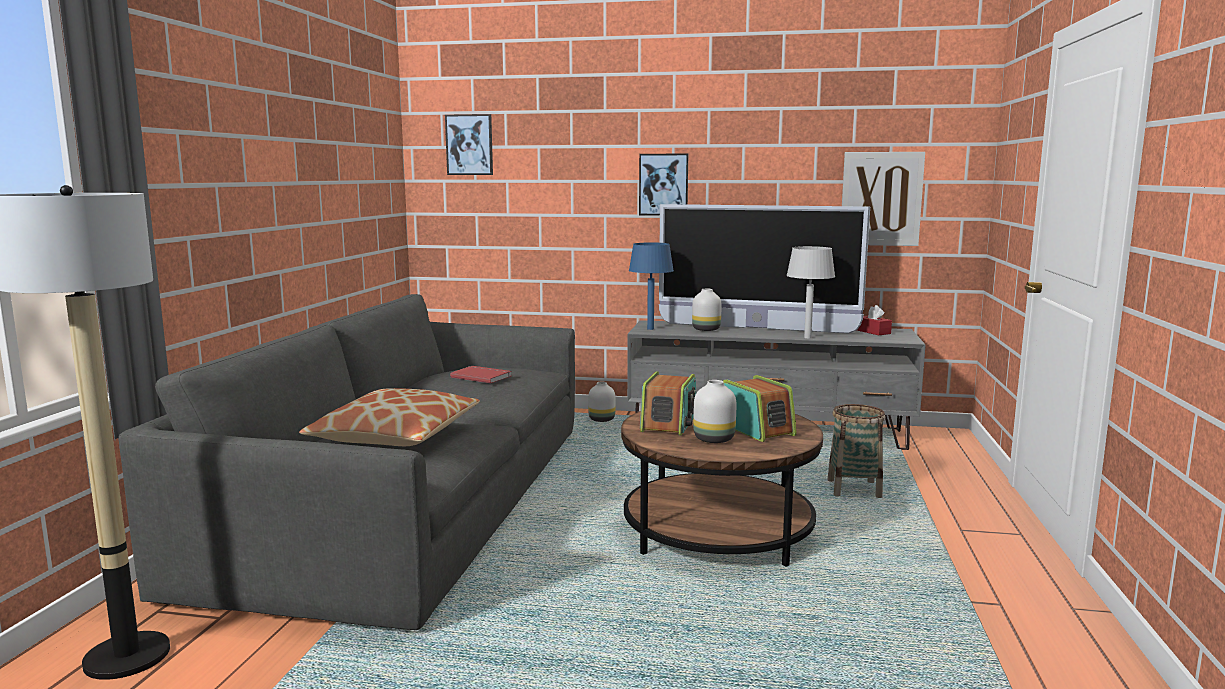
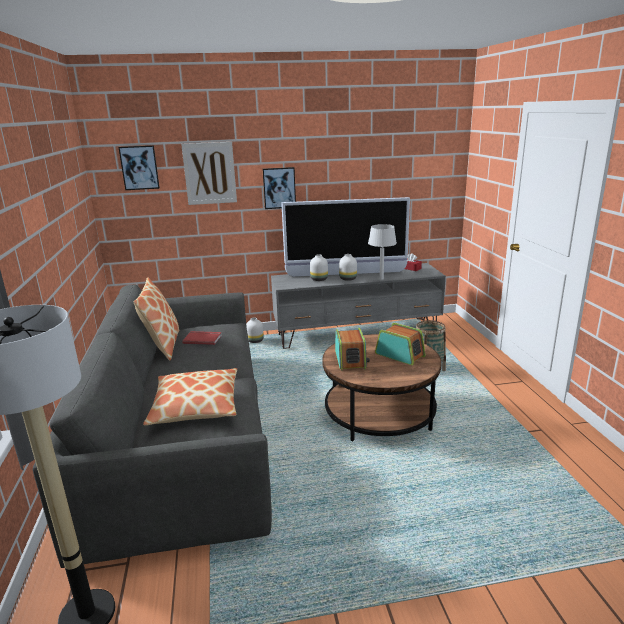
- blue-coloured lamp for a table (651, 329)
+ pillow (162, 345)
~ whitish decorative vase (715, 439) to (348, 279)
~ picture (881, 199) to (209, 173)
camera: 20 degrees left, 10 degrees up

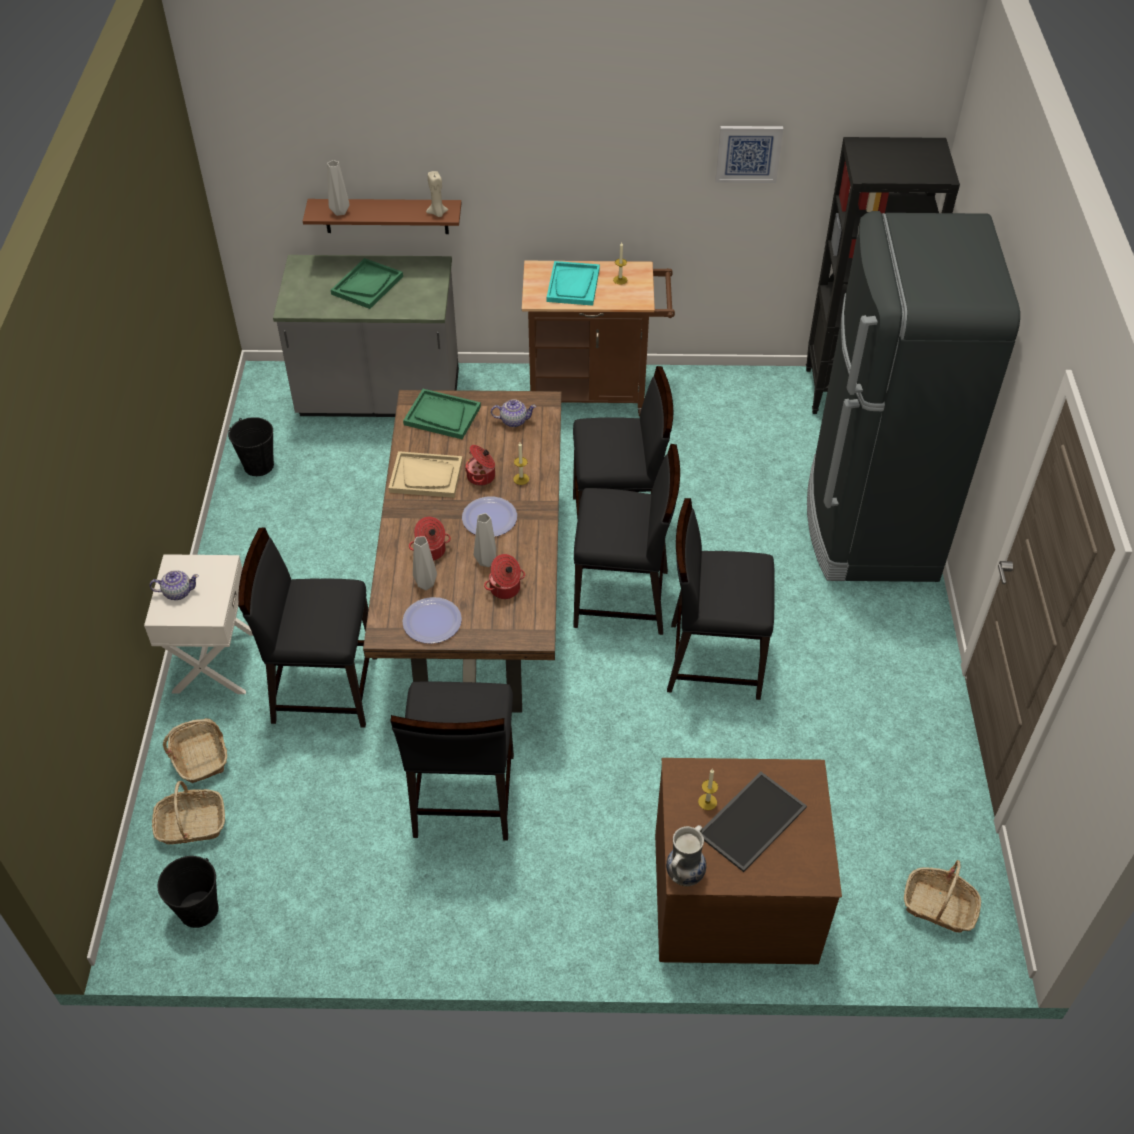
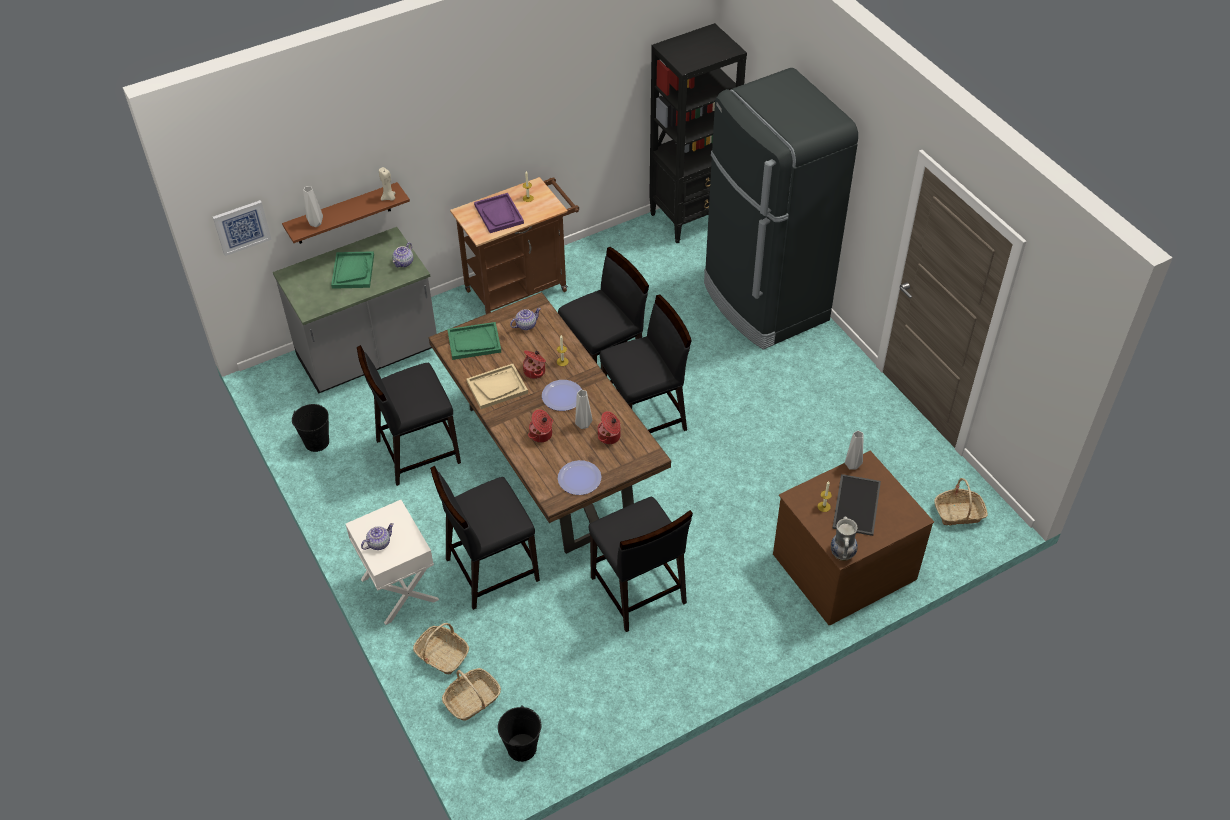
+ tea pot (404, 262)
~ gray decorative vase (424, 584) to (851, 465)
~ black upright chair (713, 660) to (417, 451)
~ picture (748, 153) to (241, 227)
~ turquoise-coloured serving tray (573, 285) to purplish serving tray (499, 214)
camera: 30 degrees left, 0 degrees up

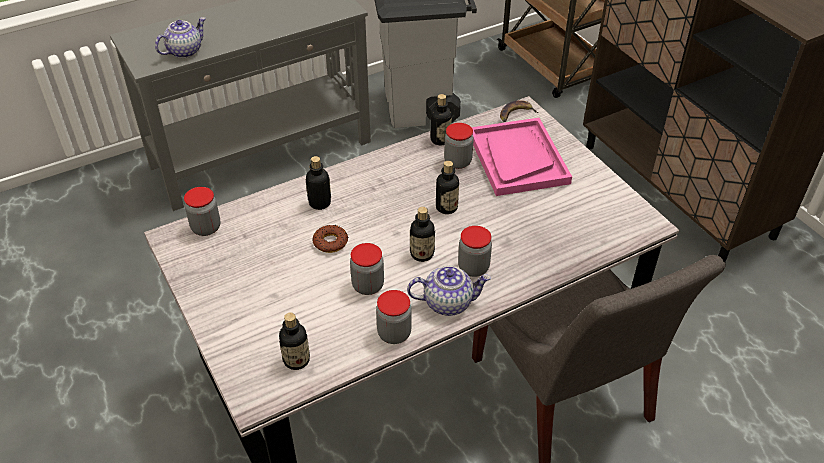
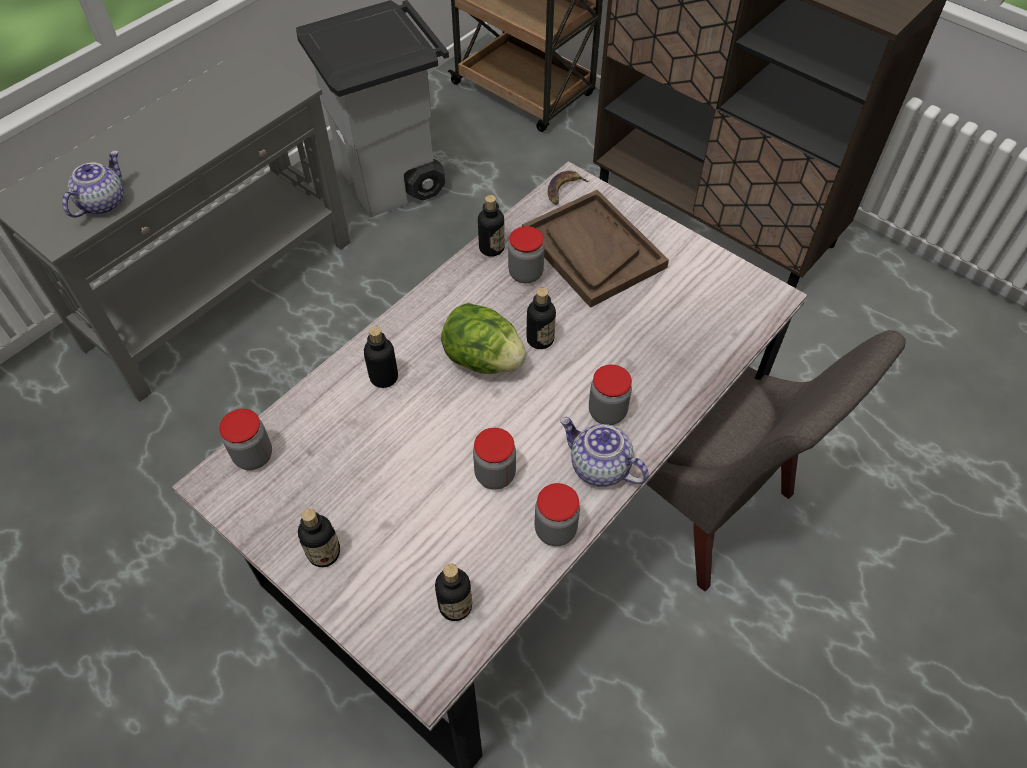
- doughnut (330, 242)
+ lettuce head (483, 359)
~ drink bottle (422, 254) to (324, 553)
~ pink serving tray (517, 158) to brown-coloured serving tray (592, 250)
~ tea pot (448, 302) = (599, 467) 120 degrees counterclockwise
camera: 20 degrees left, 10 degrees up

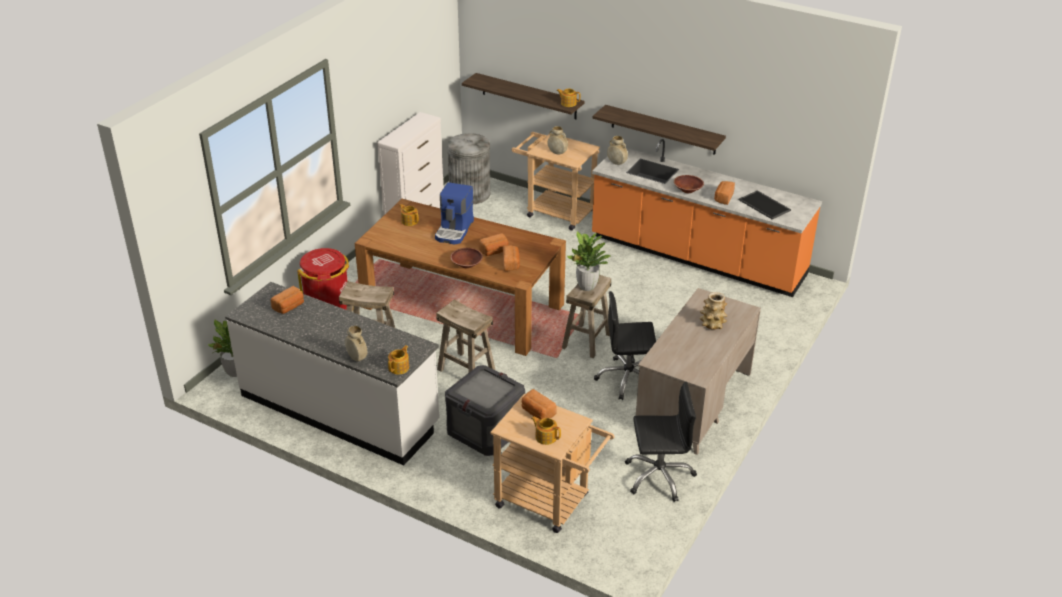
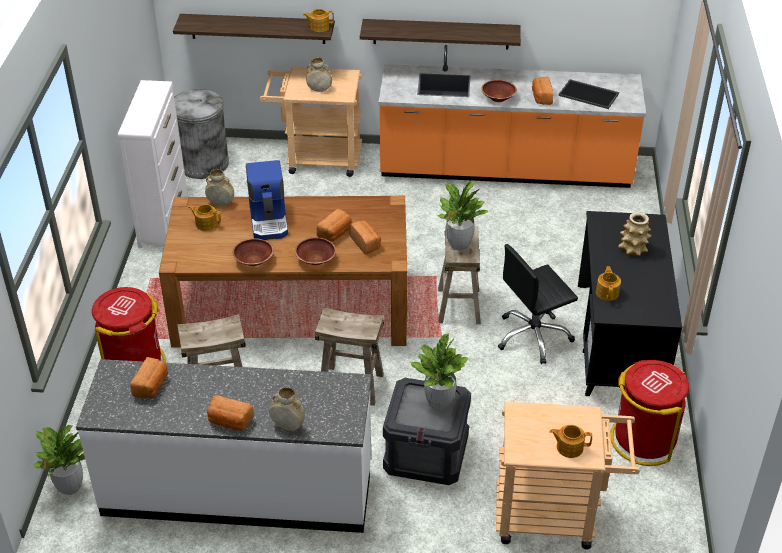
+ brown-coloured bowl (253, 261)
+ houseplant (439, 402)
~ tea pot (399, 367) to (607, 292)
~ bakery bread (537, 412) to (229, 422)
~ beige-coloured decorative vase (617, 163) to (221, 203)
~ black desk chair (659, 476) to red-coloured rubbish bin (643, 439)
~ beige-coloured desk table (694, 403) to black desk table (619, 342)
camera: 25 degrees left, 5 degrees up

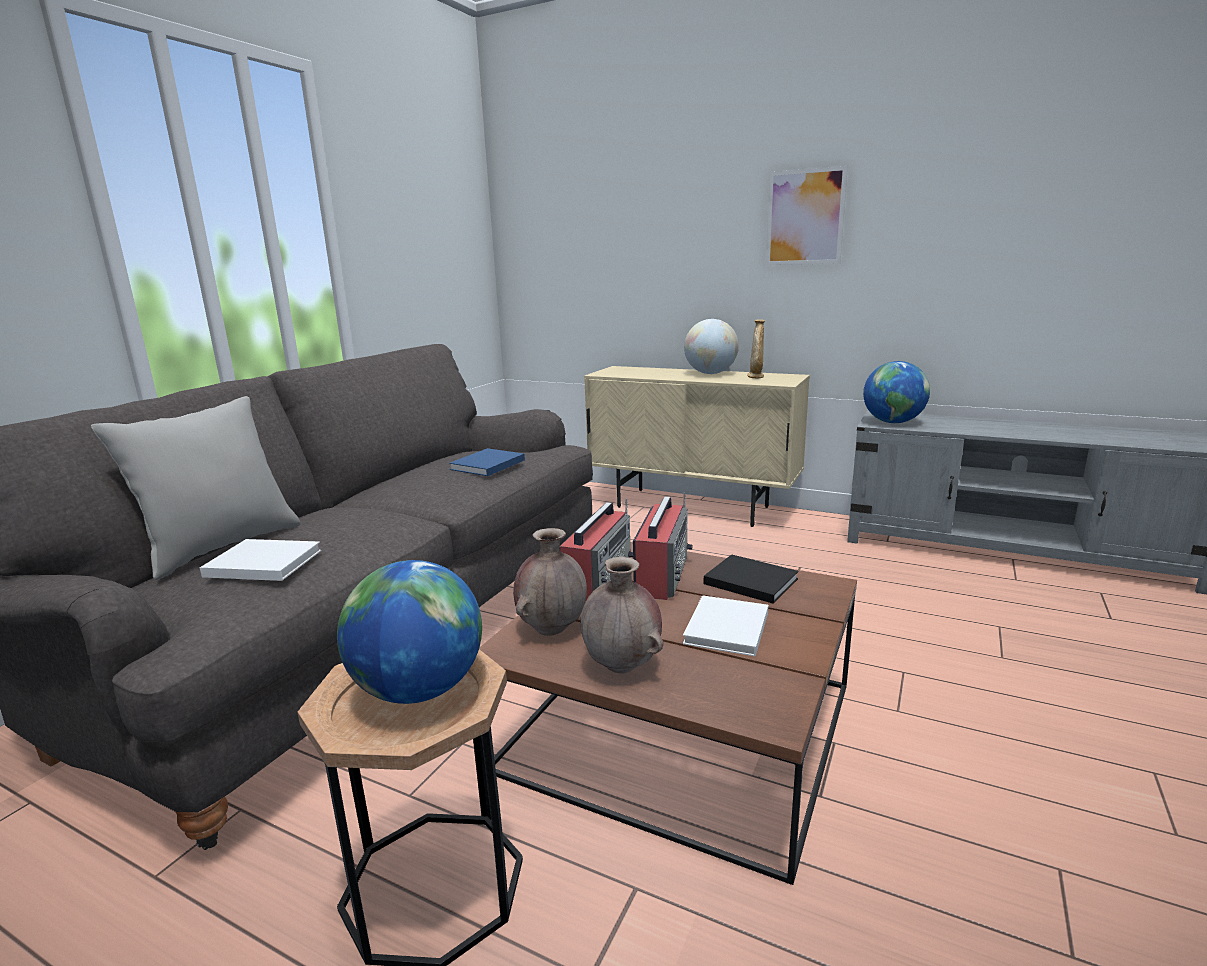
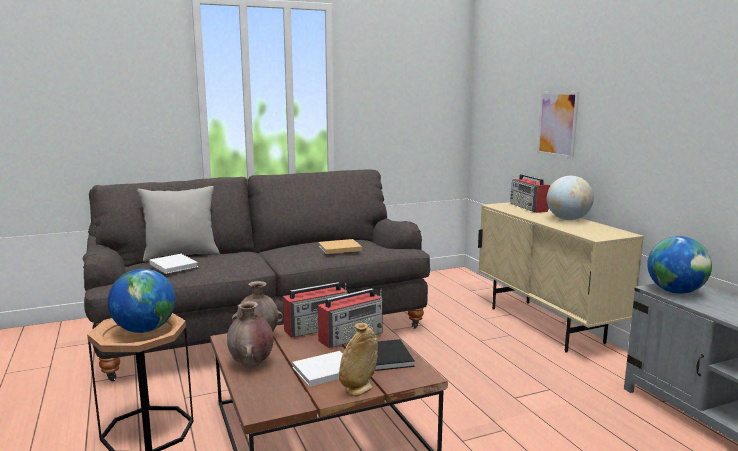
+ radio (529, 208)
~ beige-coloured decorative vase (755, 376) to (359, 390)
~ picture (805, 217) to (557, 124)
~ blue-coloured book (486, 465) to beige-coloured book (338, 248)
camera: 40 degrees right, 5 degrees down

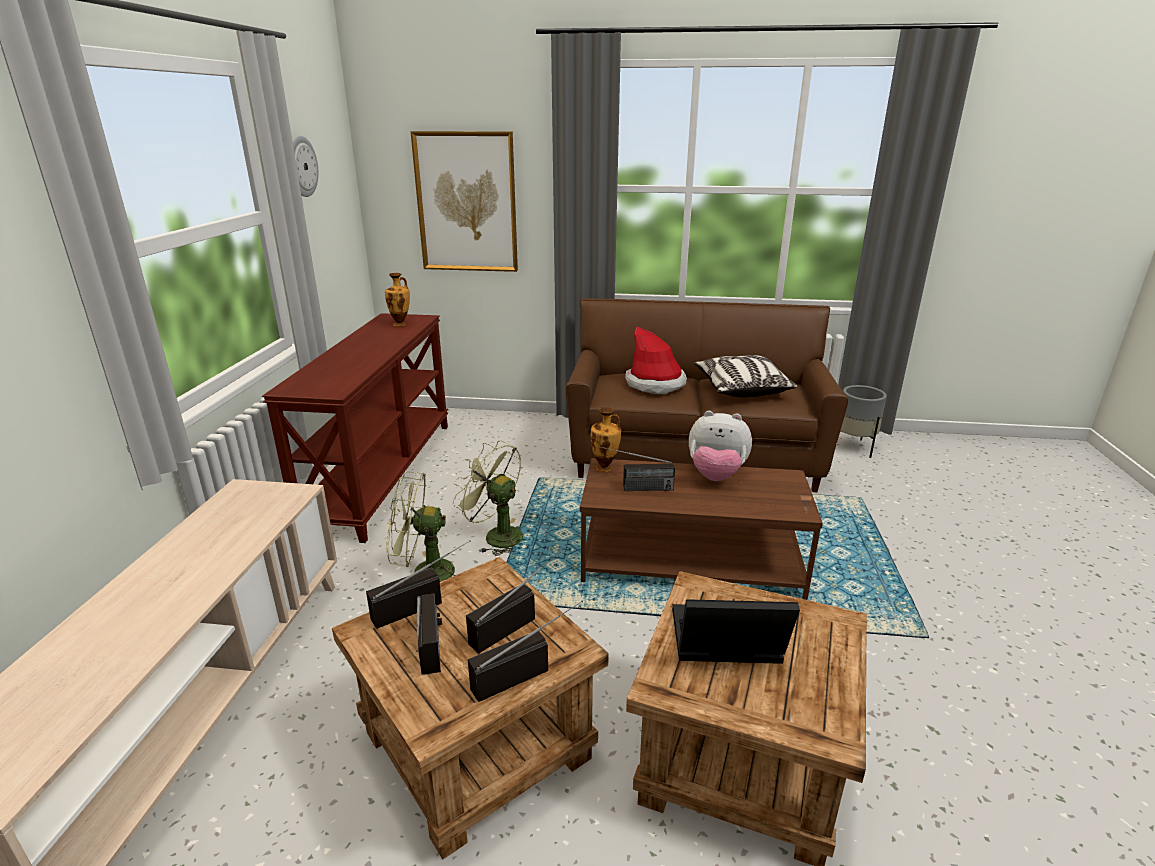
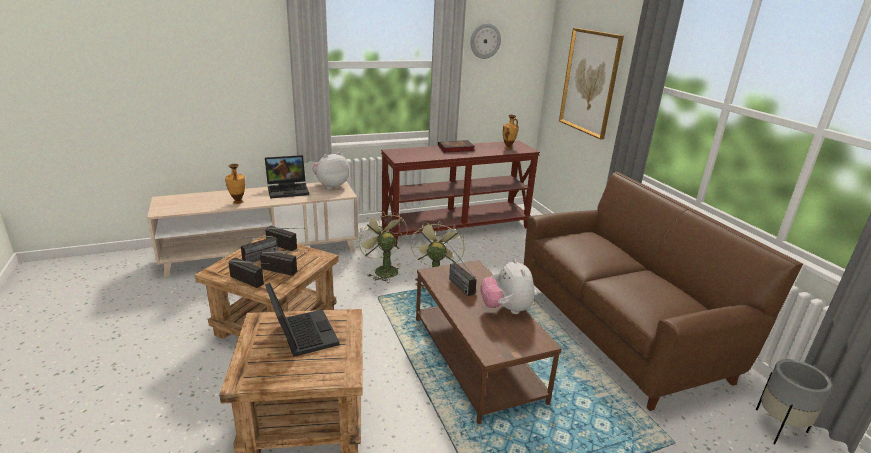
- hat (655, 384)
- pillow (741, 389)
+ notebook computer (289, 189)
+ soft toy (331, 186)
+ book (455, 149)
~ decorative vase (605, 468) to (238, 202)
camera: 60 degrees right, 0 degrees up

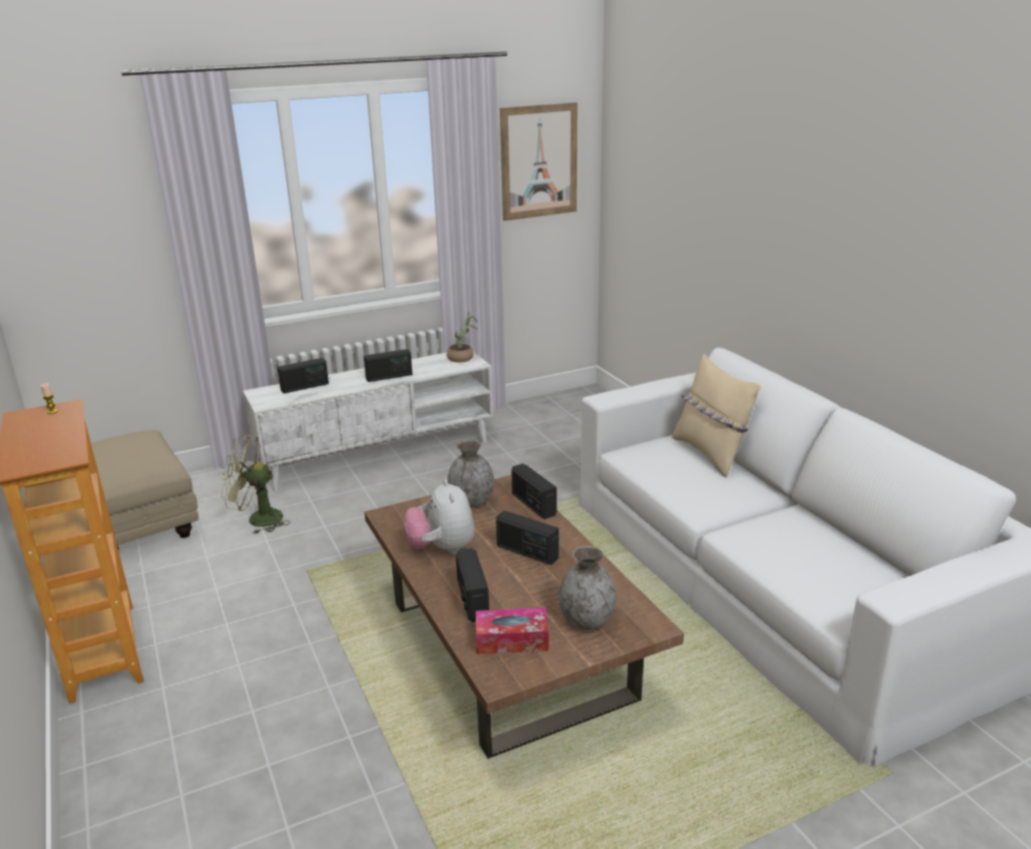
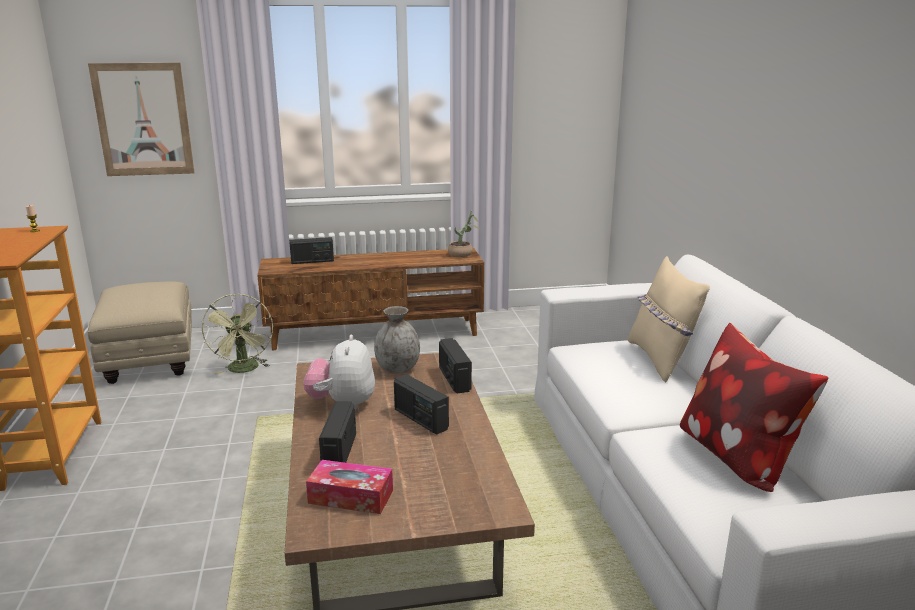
- radio (389, 377)
- gray decorative vase (586, 620)
+ pillow (737, 457)
~ picture (539, 161) to (143, 120)
~ whitish tv unit (378, 454) to brown-coloured tv unit (376, 333)
~ greenish fan (257, 519) = (244, 370) 120 degrees counterclockwise
camera: 15 degrees right, 5 degrees down

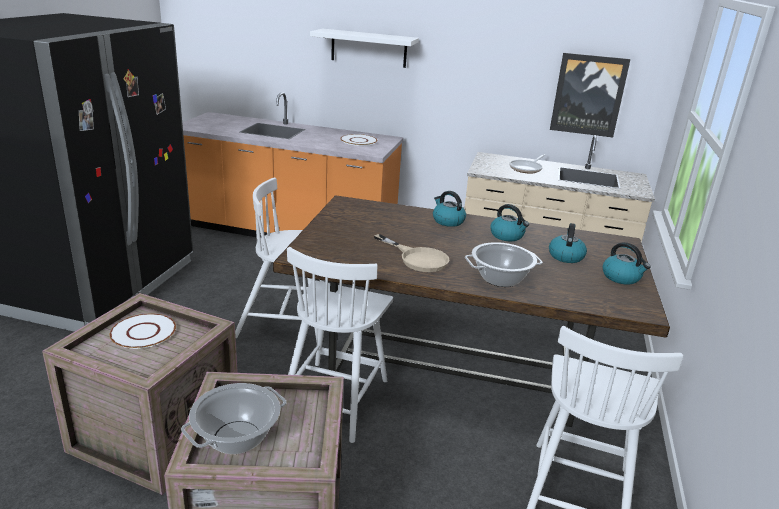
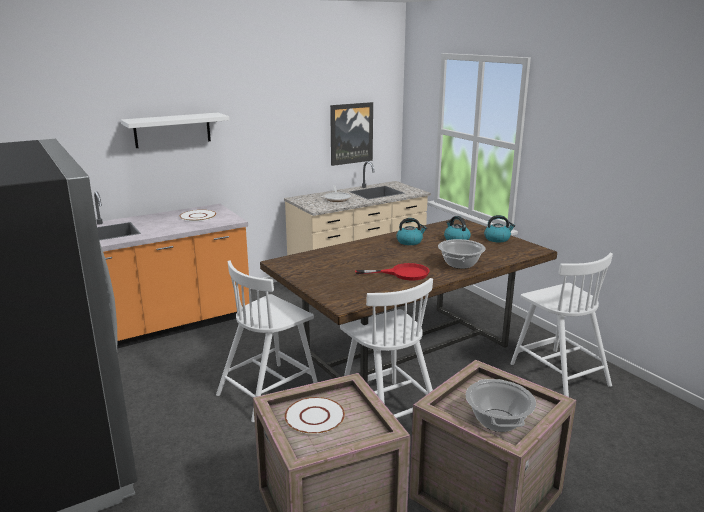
- tea kettle (447, 221)
~ beige-coloured pan (417, 258) to red-coloured pan (402, 273)
camera: 45 degrees left, 5 degrees down

